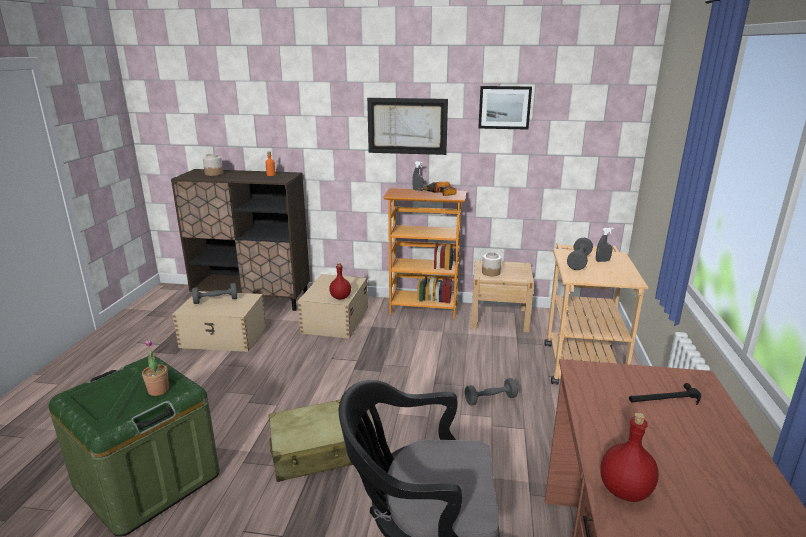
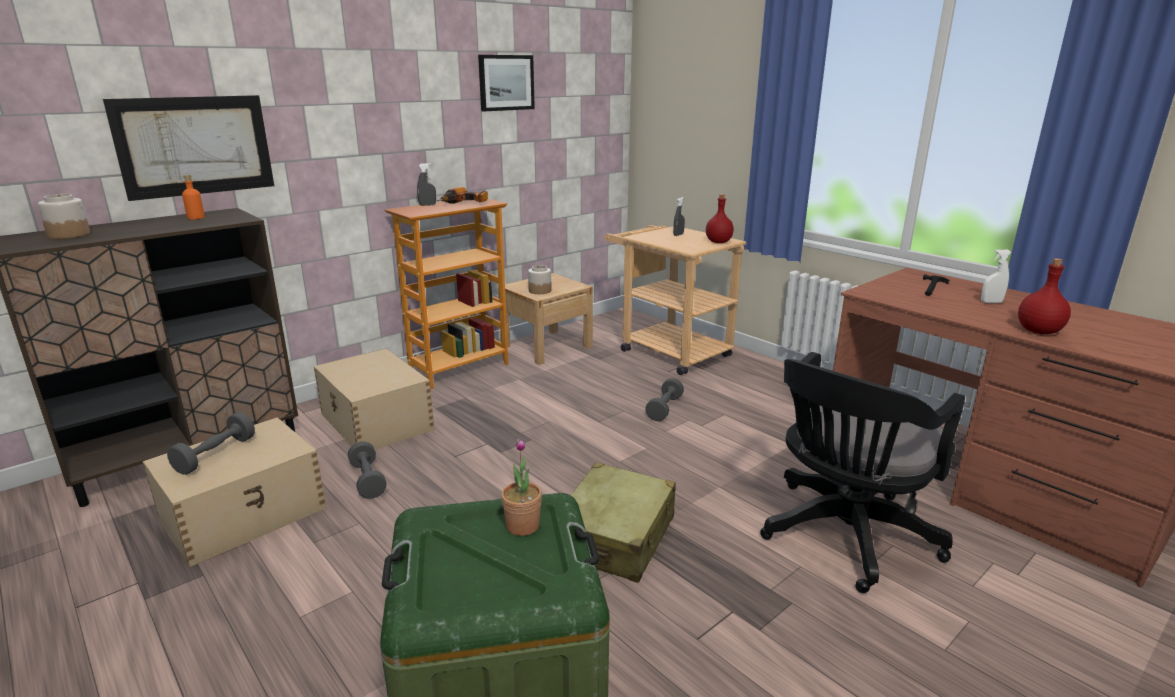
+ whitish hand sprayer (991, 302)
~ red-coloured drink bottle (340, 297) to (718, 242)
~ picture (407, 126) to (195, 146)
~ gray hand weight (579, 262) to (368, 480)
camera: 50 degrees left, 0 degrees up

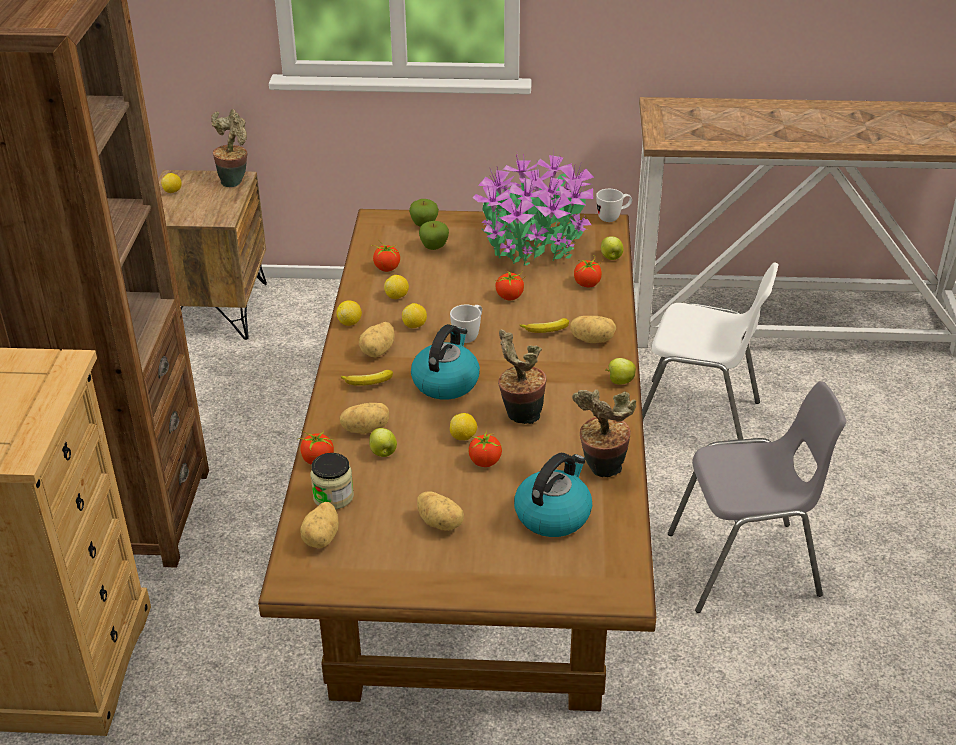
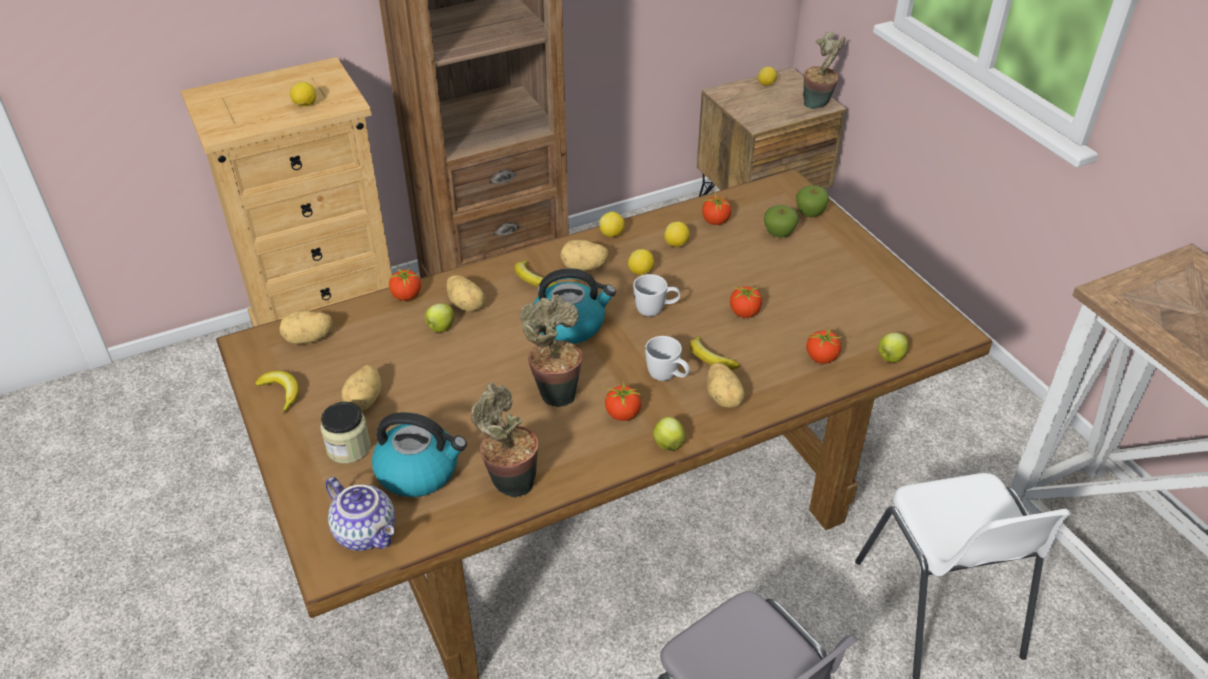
- houseplant (532, 244)
+ banana fruit (281, 393)
+ tea pot (367, 532)
~ preserve jar (333, 496) to (348, 448)
~ whole lemon (463, 437) to (305, 105)
~ whole tomato (485, 462) to (622, 414)
~ whitish tea mug (613, 218) to (667, 377)
camera: 60 degrees right, 5 degrees up

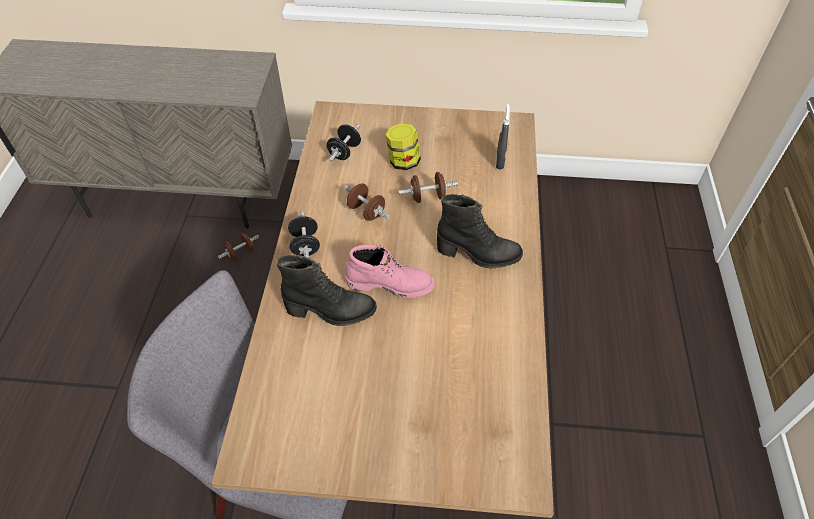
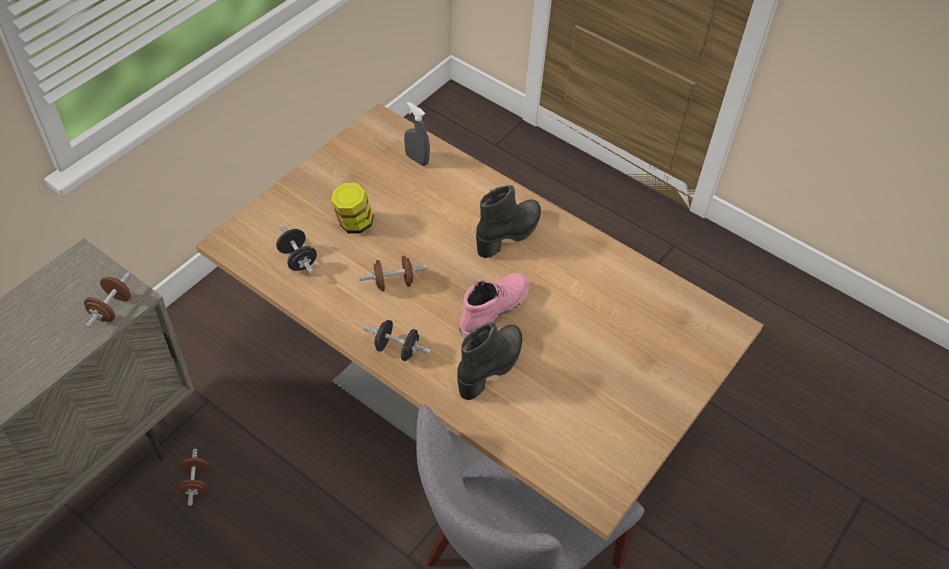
~ brown-coloured hand weight (427, 197) to (111, 309)
camera: 60 degrees left, 0 degrees up

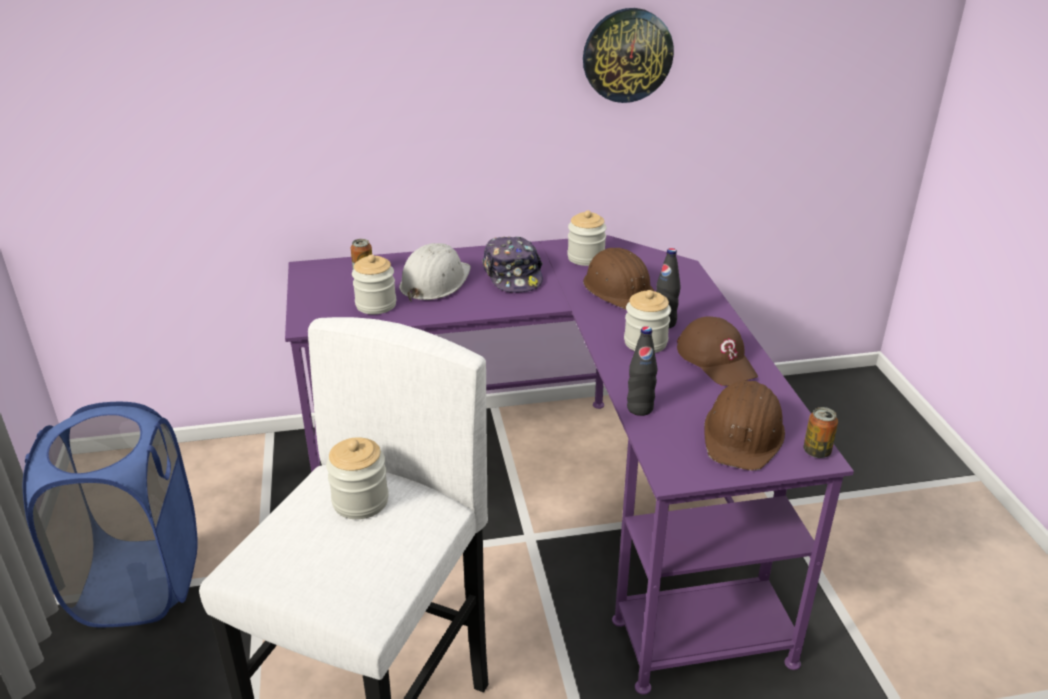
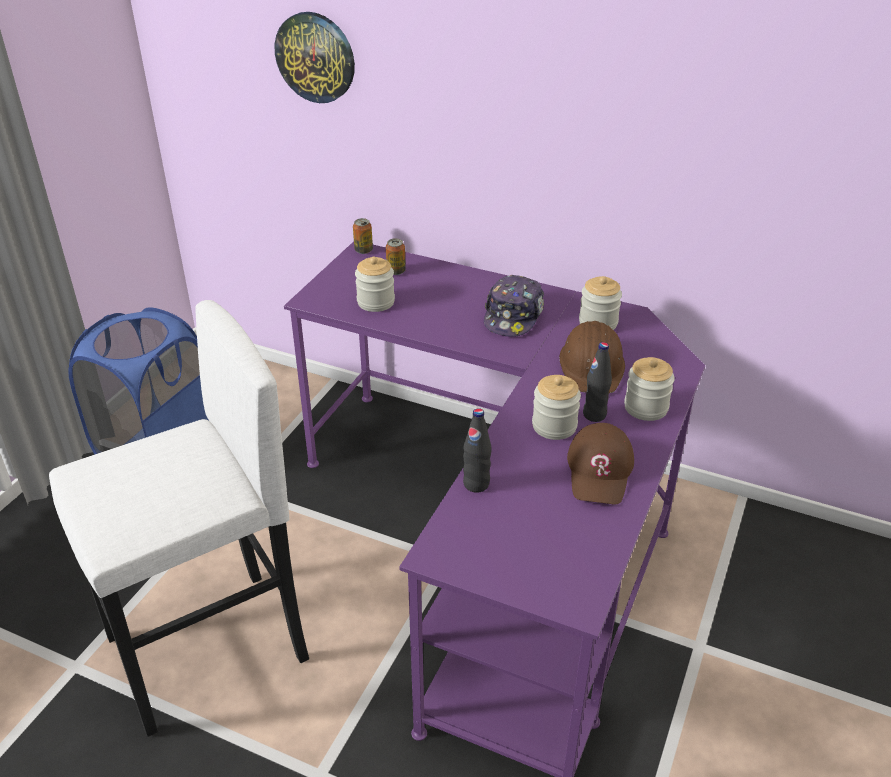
- whitish safety helmet (434, 282)
- brown-coloured safety helmet (743, 435)
~ preserve jar (360, 501) to (646, 407)
~ hanging clock (627, 55) to (315, 57)
~ sealed can (816, 451) to (363, 250)
camera: 35 degrees right, 5 degrees up

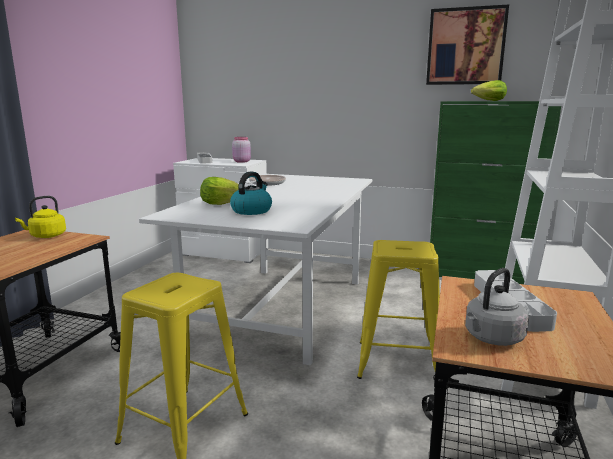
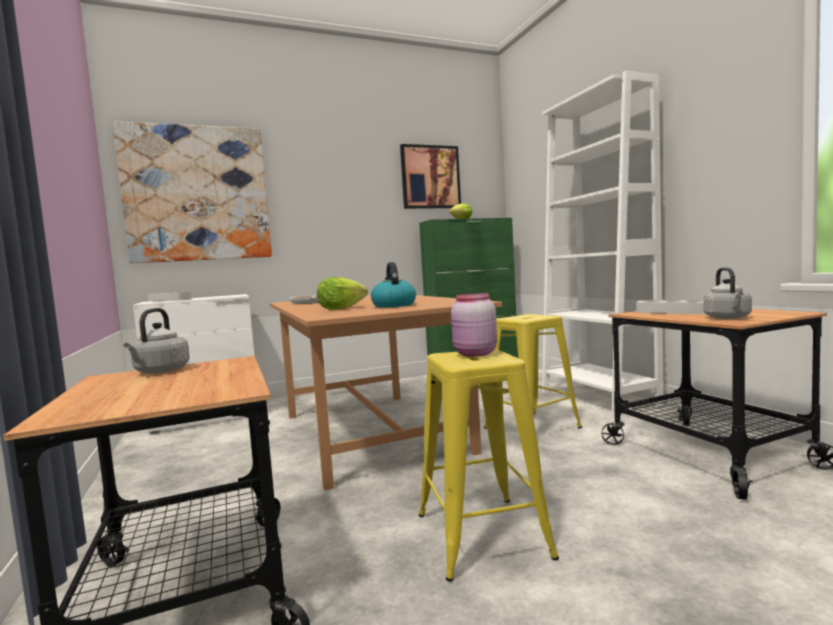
+ picture (197, 194)
~ pink preserve jar (241, 161) to (474, 354)
~ yellow tea kettle (46, 236) to gray tea kettle (160, 371)
~ whitish dining table (282, 309) to brown-coloured dining table (372, 432)
camera: 40 degrees left, 10 degrees down

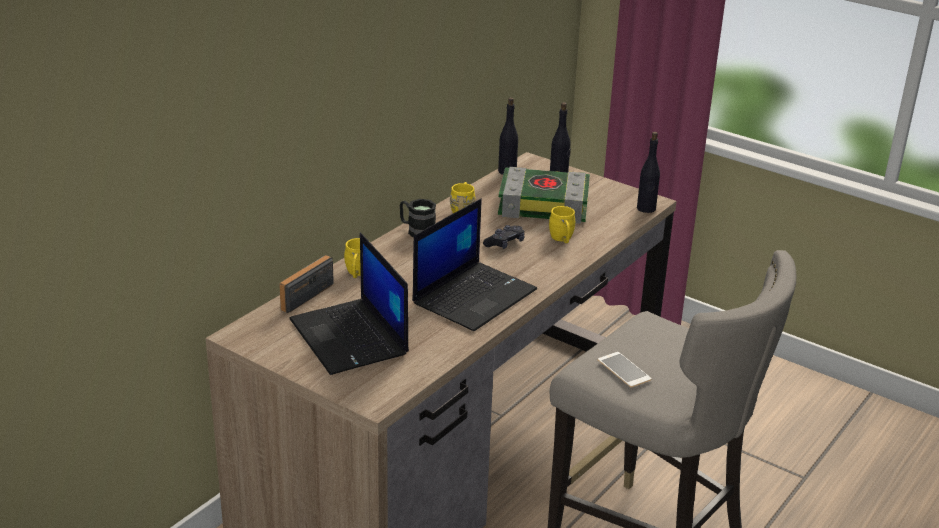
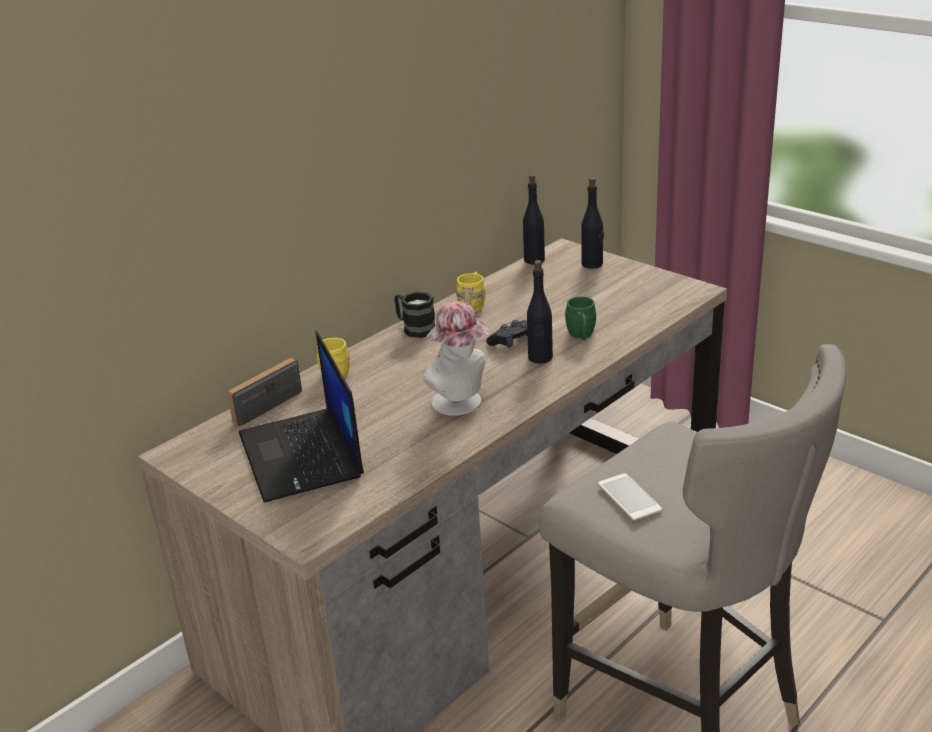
- book (545, 204)
~ black drink bottle (646, 209) to (540, 358)
~ notebook computer (474, 296) to hat (462, 404)
~ yellow tea mug (562, 239) to greenish tea mug (581, 336)
camera: 10 degrees right, 0 degrees up

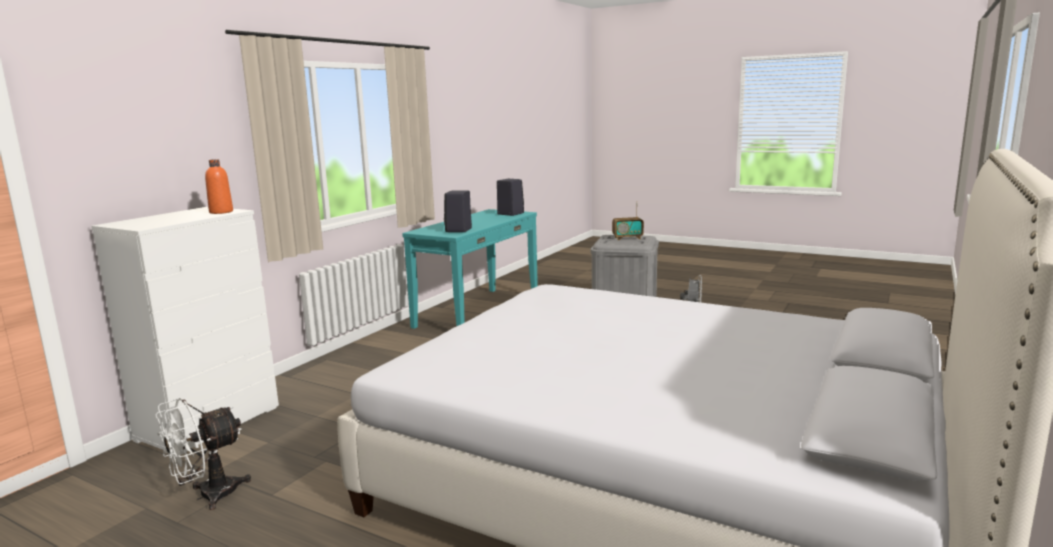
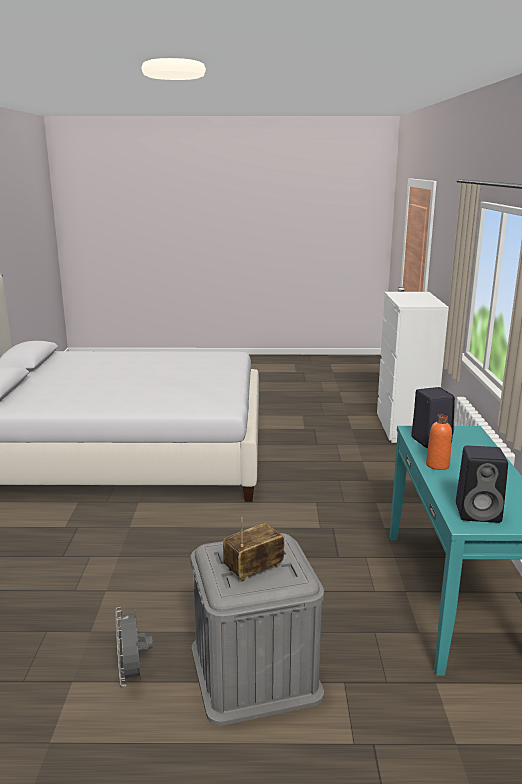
- whitish fan (208, 496)
~ orangey drink bottle (221, 212) to (437, 465)
camera: 150 degrees right, 5 degrees up

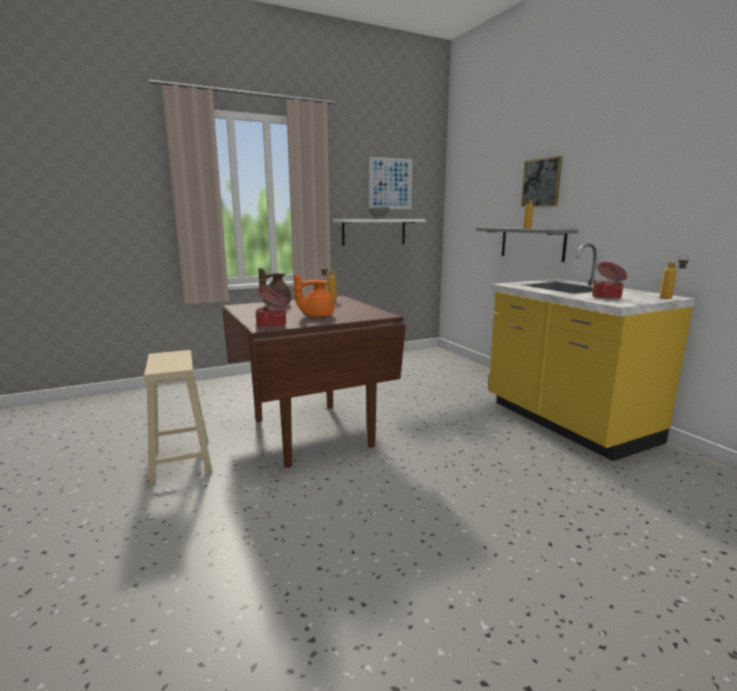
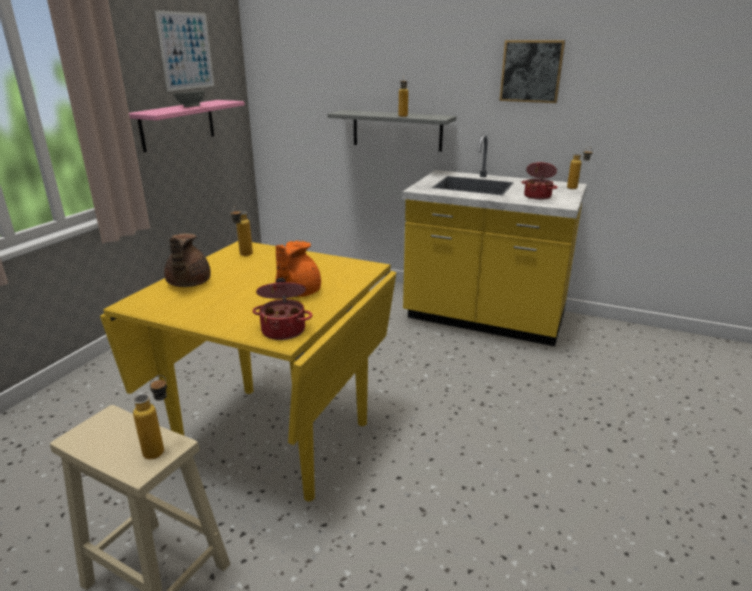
+ drink bottle (161, 448)
~ picture (541, 183) to (531, 71)
~ brown-coloured dining table (310, 432) to yellow dining table (274, 438)
~ whitish wall shelf (374, 231) to pink wall shelf (178, 125)
camera: 40 degrees left, 10 degrees up

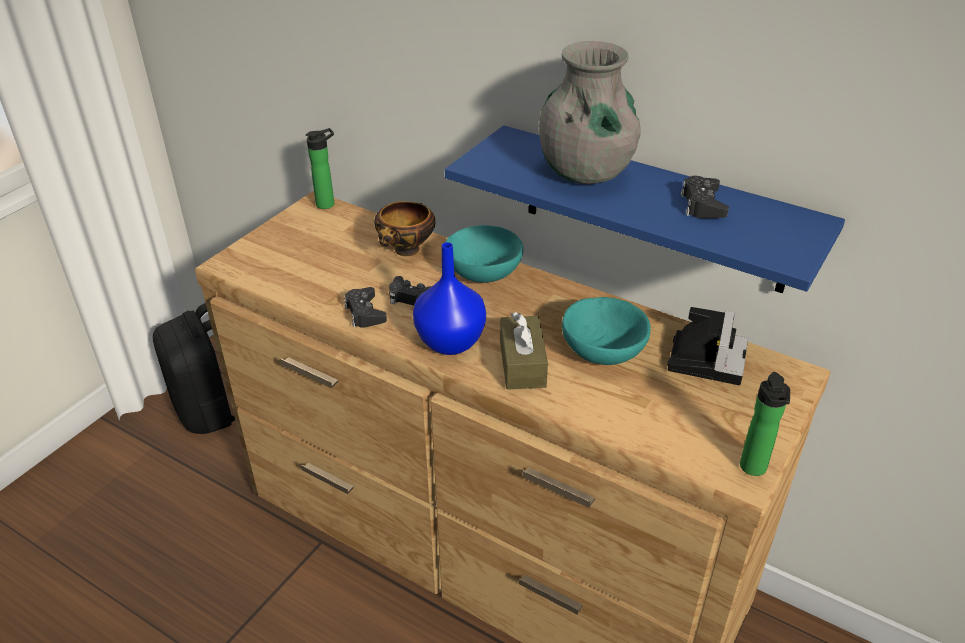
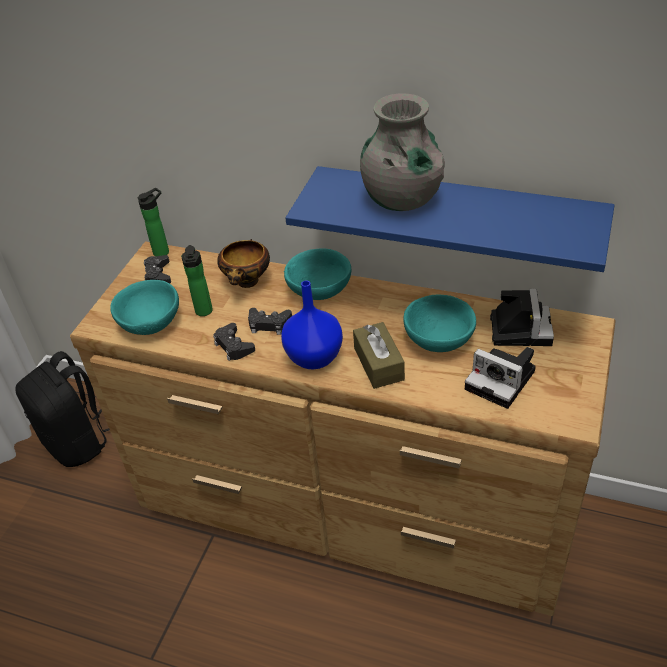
+ turquoise-coloured bowl (150, 323)
+ still camera (503, 380)
~ black game controller (702, 204) to (158, 275)
~ drink bottle (753, 470) to (204, 312)
camera: 10 degrees left, 5 degrees up

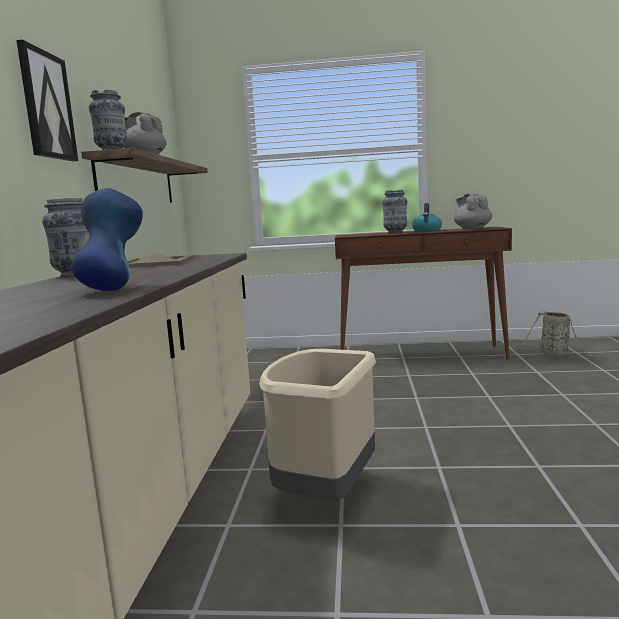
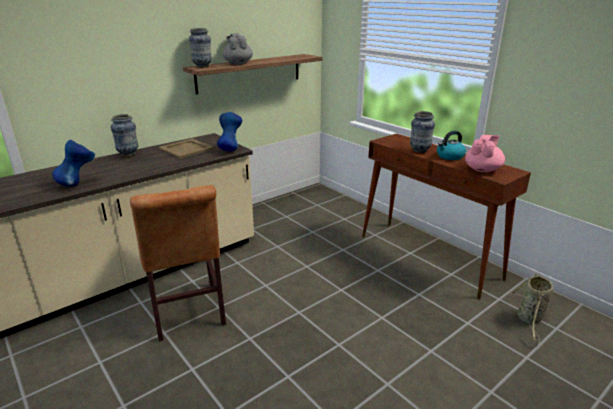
- picture (47, 105)
+ blue-coloured decorative vase (230, 149)
~ beige-coloured rubbish bin (324, 493) to brown-coloured upright chair (188, 313)
~ gray tea pot (472, 229) to pink tea pot (482, 169)
camera: 45 degrees right, 15 degrees up

